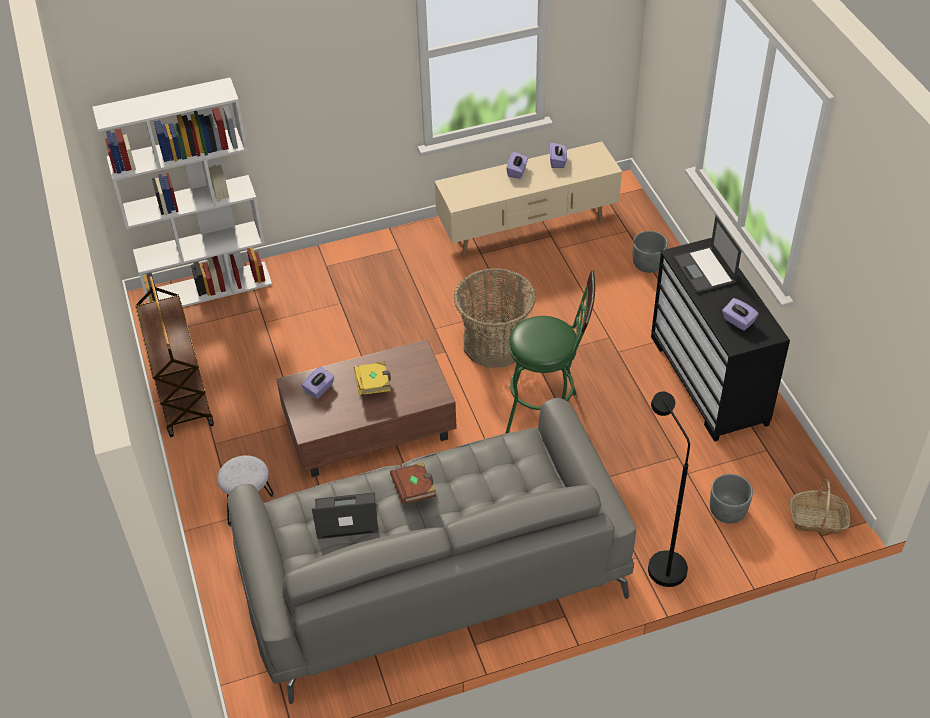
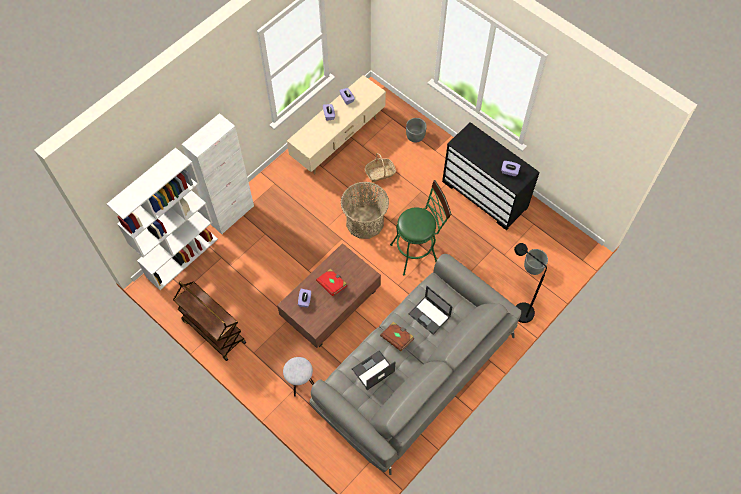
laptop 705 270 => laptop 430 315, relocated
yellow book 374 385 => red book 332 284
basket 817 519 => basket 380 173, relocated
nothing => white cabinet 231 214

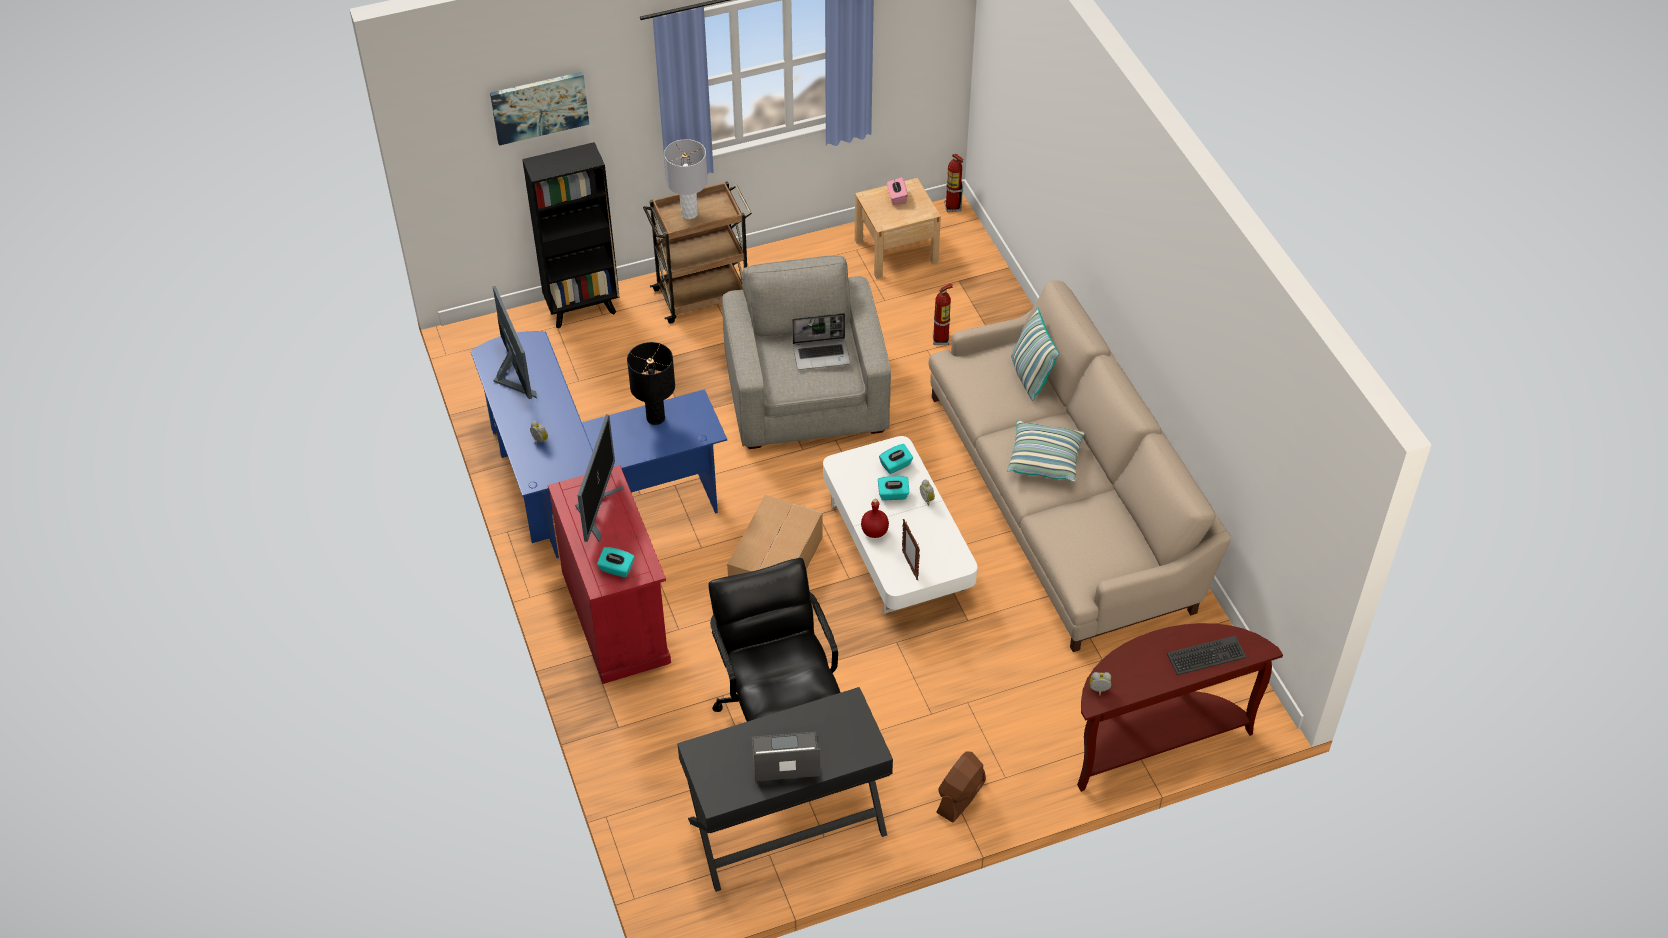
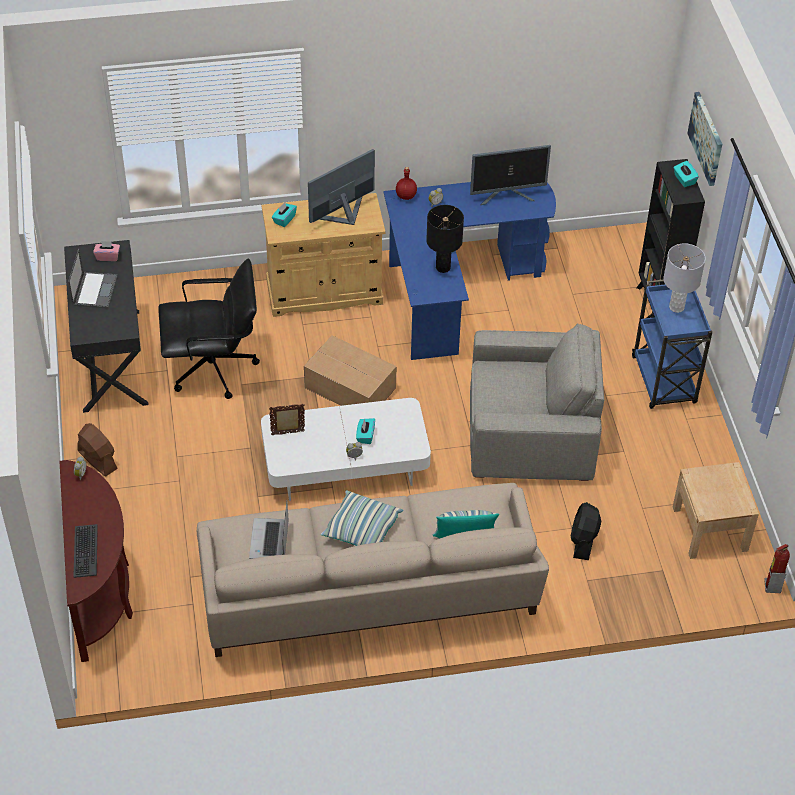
pink tissue box 896 197 => pink tissue box 107 256, relocated
brown cart 703 296 => blue cart 664 381
fire extinguisher 941 339 => black fan 583 541
laptop 822 354 => laptop 270 541, relocated
monitor 597 509 => monitor 343 215, 120 degrees clockwise
turquoise tissue box 896 465 => turquoise tissue box 684 180, relocated
red cabinet 616 616 => beige cabinet 324 292
red bottle 874 531 => red bottle 406 196, relocated

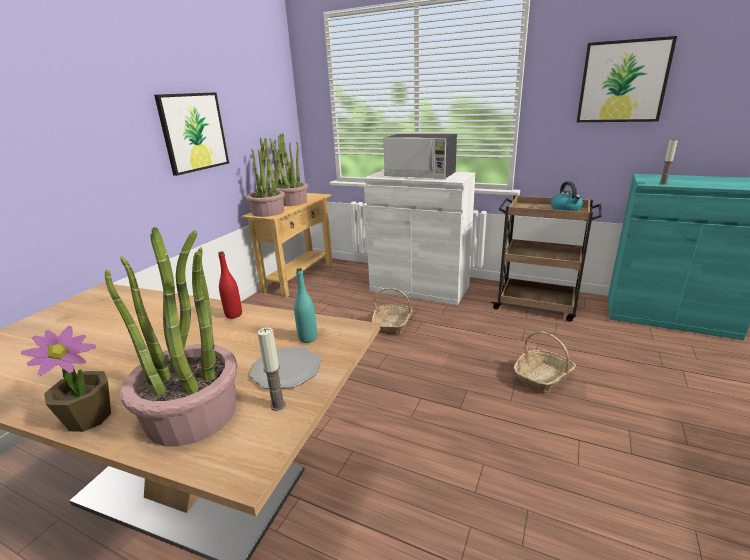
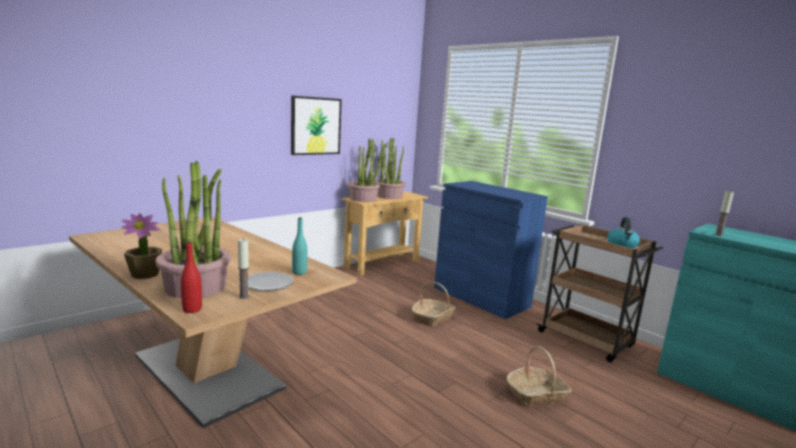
picture 623 82 => nothing
microwave 420 175 => nothing
white cabinet 419 288 => blue cabinet 481 297
red bottle 233 315 => red bottle 192 309, relocated

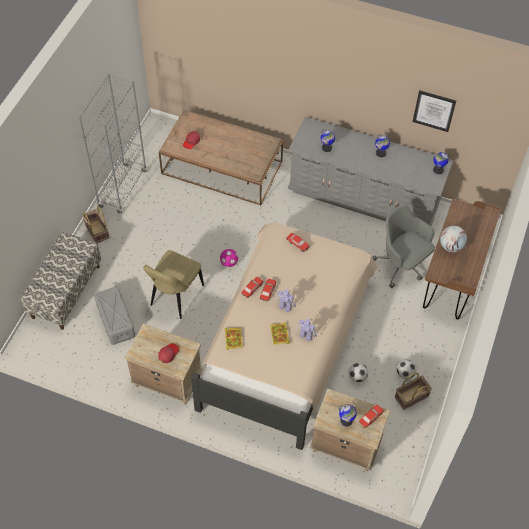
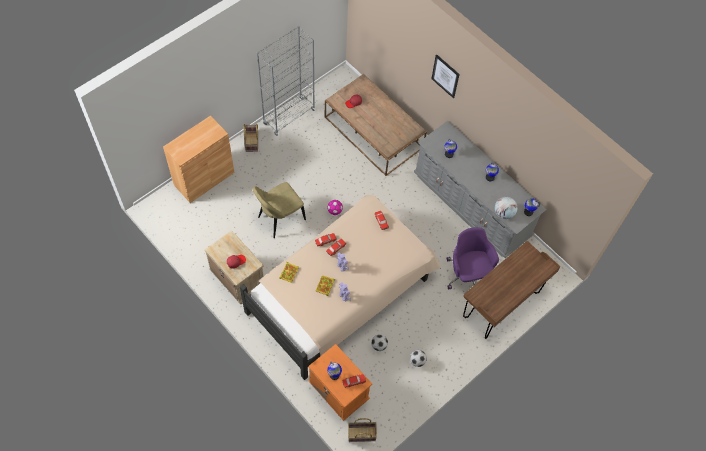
picture 434 110 => picture 445 76, relocated
grey office chair 401 265 => purple office chair 468 274
globe 451 246 => globe 503 213, relocated
bench 66 291 => brown cabinet 204 178
grey storage box 115 320 => nothing
basket 411 397 => basket 361 435, relocated
beige nightstand 345 445 => orange nightstand 338 392

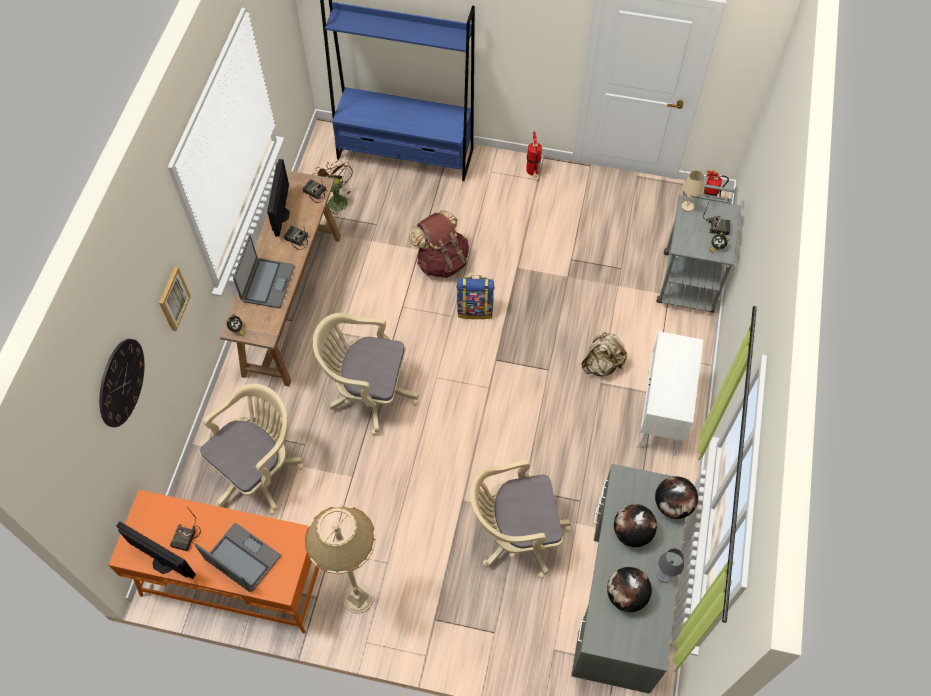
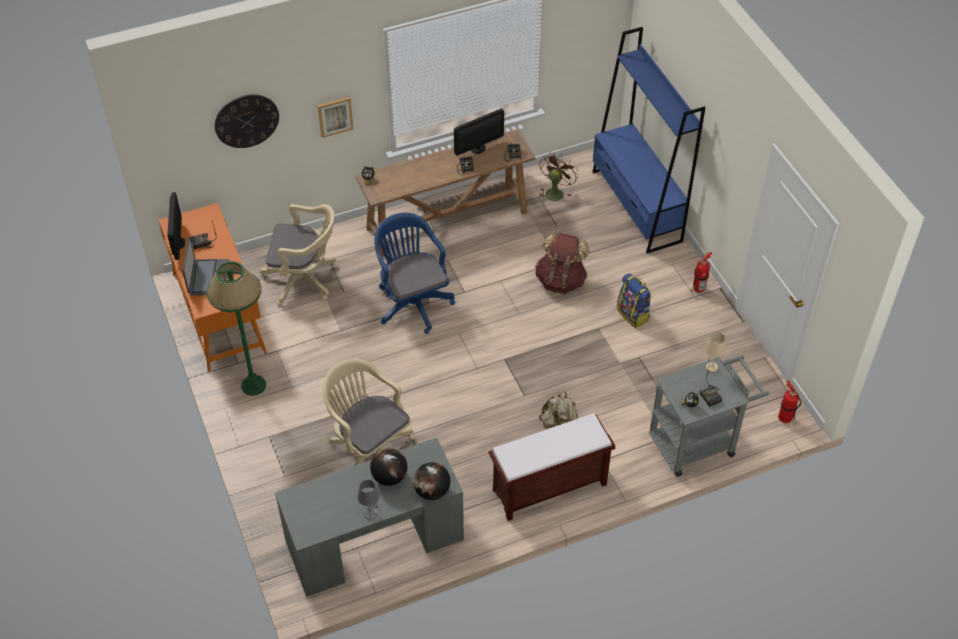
laptop 267 283 => nothing
backpack 475 309 => backpack 633 314, relocated
beige office chair 368 393 => blue office chair 412 302
white cabinet 661 414 => brown bench 548 488
beige floor lamp 358 598 => green floor lamp 254 385
globe 626 596 => nothing

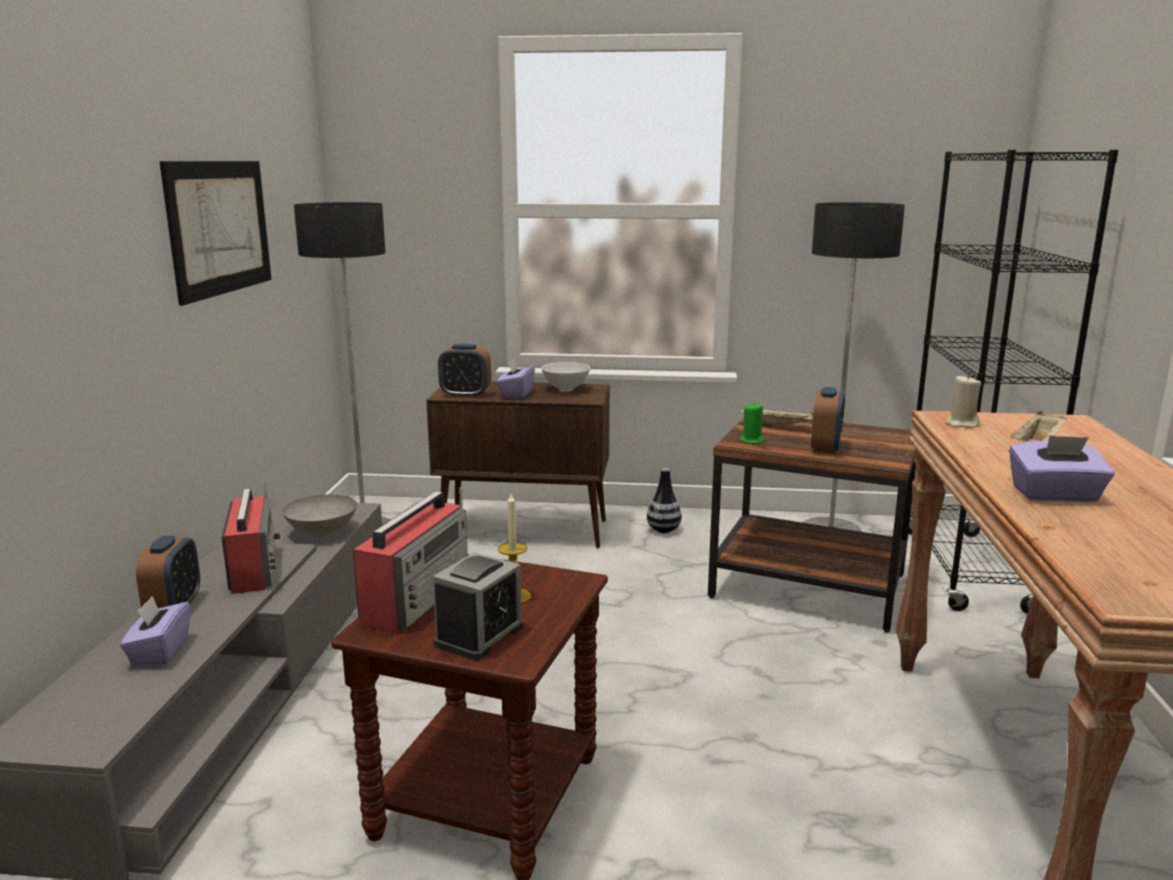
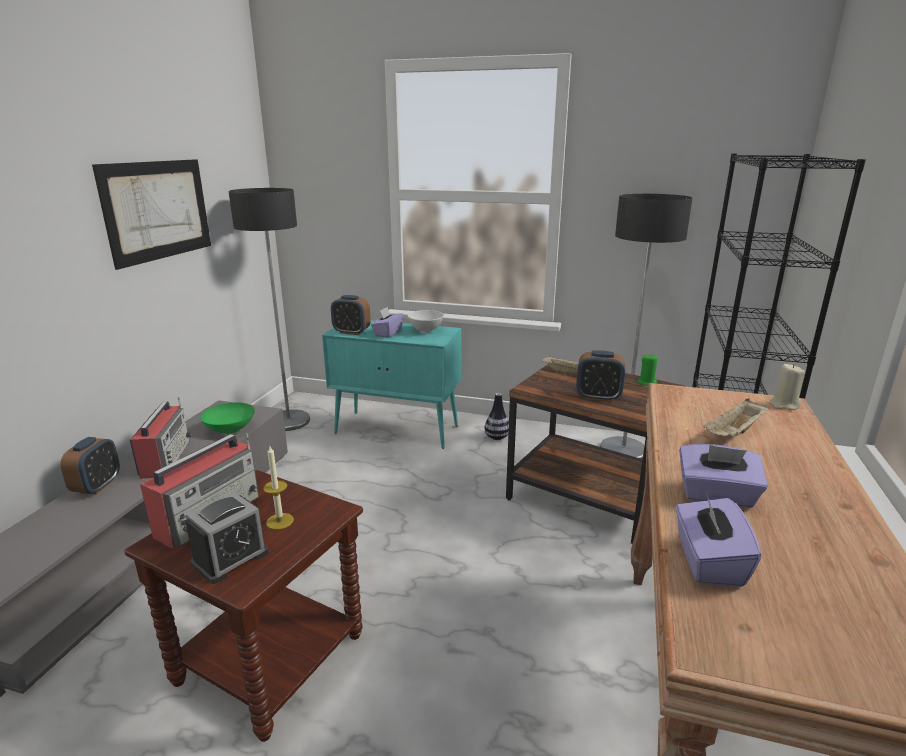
beige candle 961 424 => beige candle 783 405, relocated
brown cabinet 526 531 => turquoise cabinet 398 429
alarm clock 826 447 => alarm clock 598 397, 75 degrees clockwise
green candle 752 441 => green candle 647 382, relocated
grey bowl 321 532 => green bowl 229 430
purple tissue box 159 651 => purple tissue box 707 561, relocated

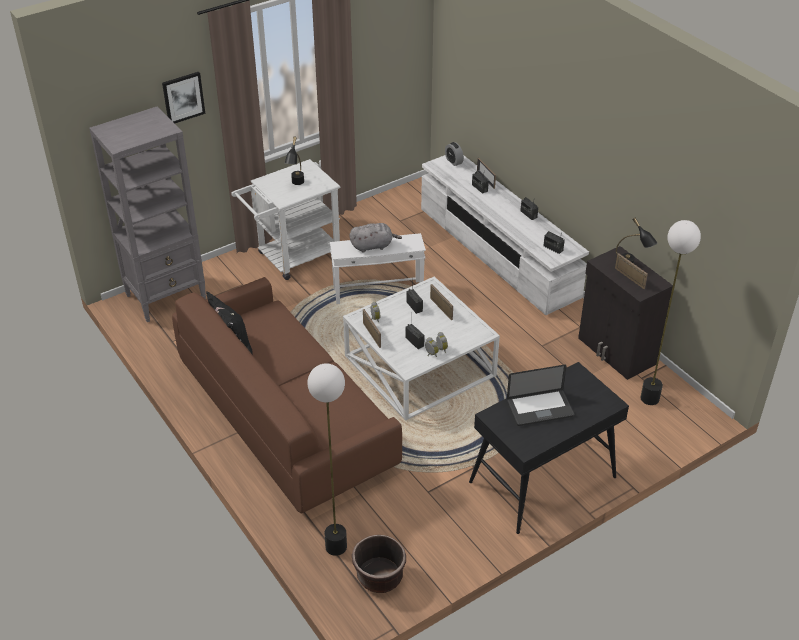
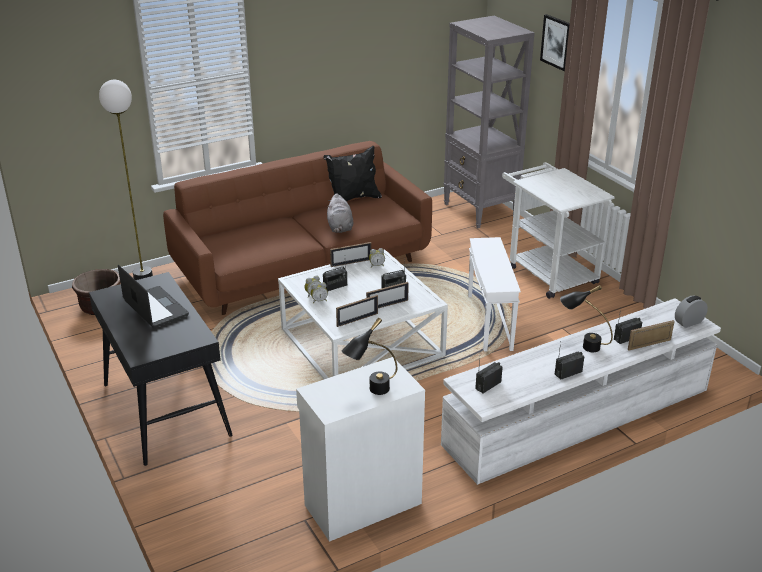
black table lamp 296 185 => black table lamp 582 346, relocated
floor lamp 649 398 => nothing
grey plush toy 373 246 => grey plush toy 340 227, relocated
black cabinet 616 352 => white cabinet 361 503
picture frame 629 278 => picture frame 357 319, relocated
laptop 540 409 => laptop 155 308, 150 degrees clockwise

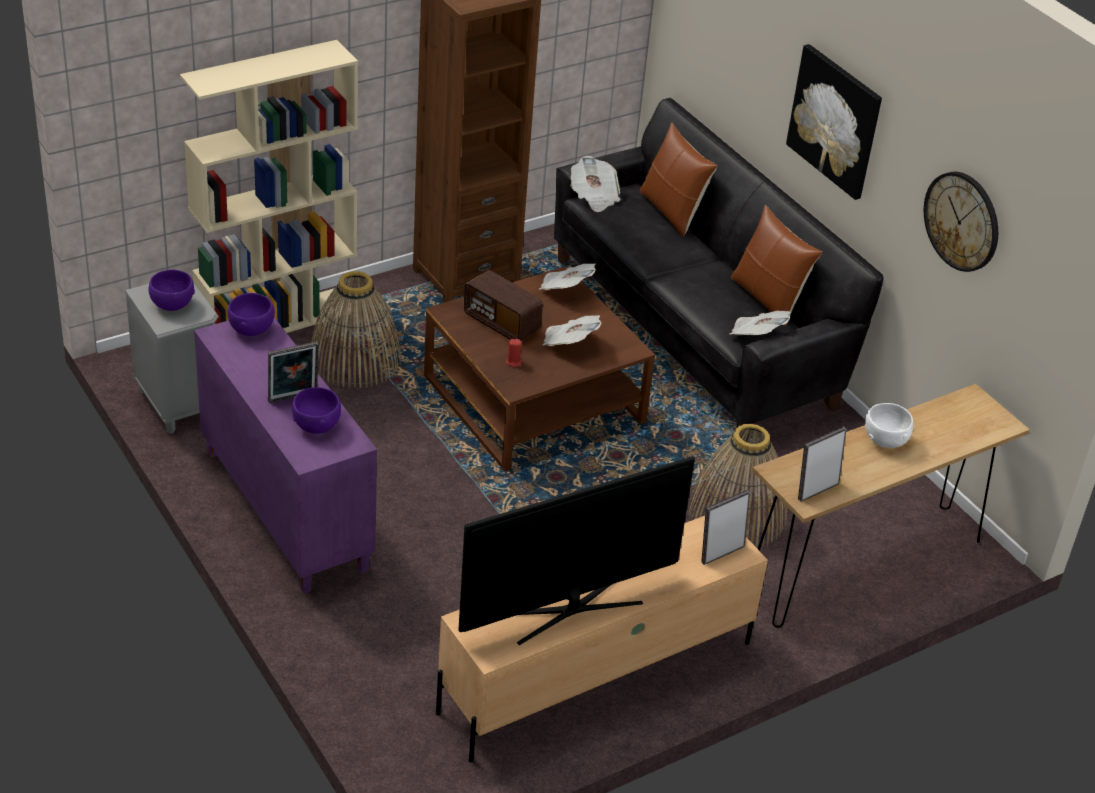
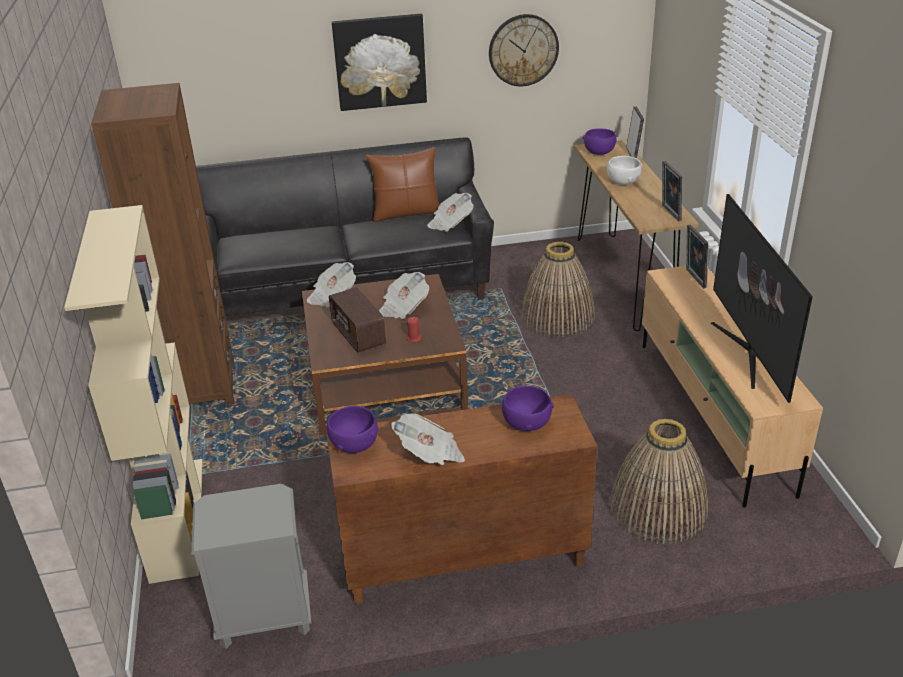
brown pillow 672 211 => nothing
newspaper 594 196 => newspaper 430 455, relocated
purple bowl 172 304 => purple bowl 599 152, relocated
radio 501 323 => radio 358 335, 90 degrees clockwise
basket 355 359 => basket 658 508, relocated
purple cabinet 283 509 => brown cabinet 462 560
picture frame 293 398 => picture frame 633 154, relocated

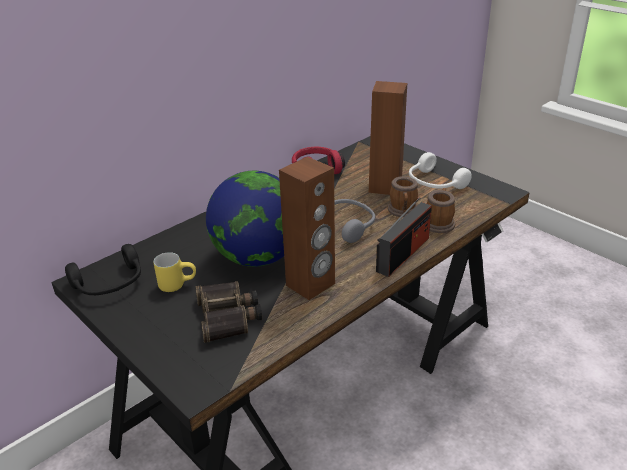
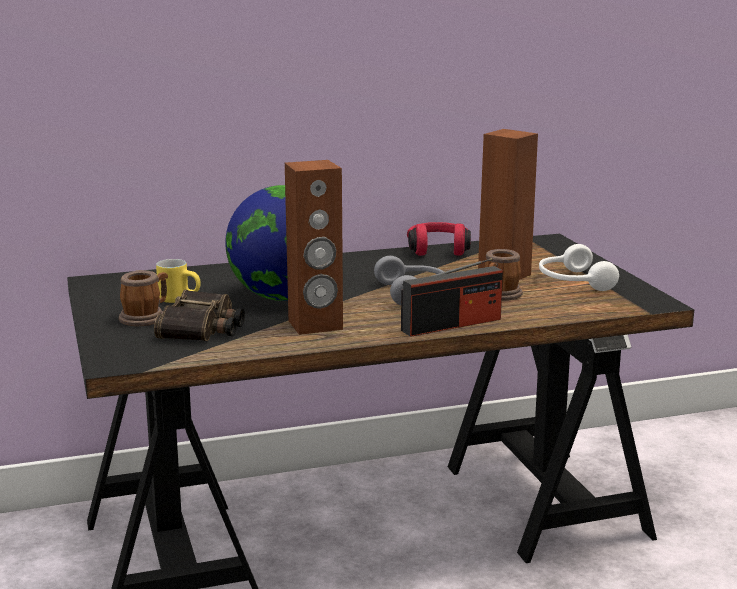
mug 439 222 => mug 146 317, relocated
black headphones 110 284 => nothing

